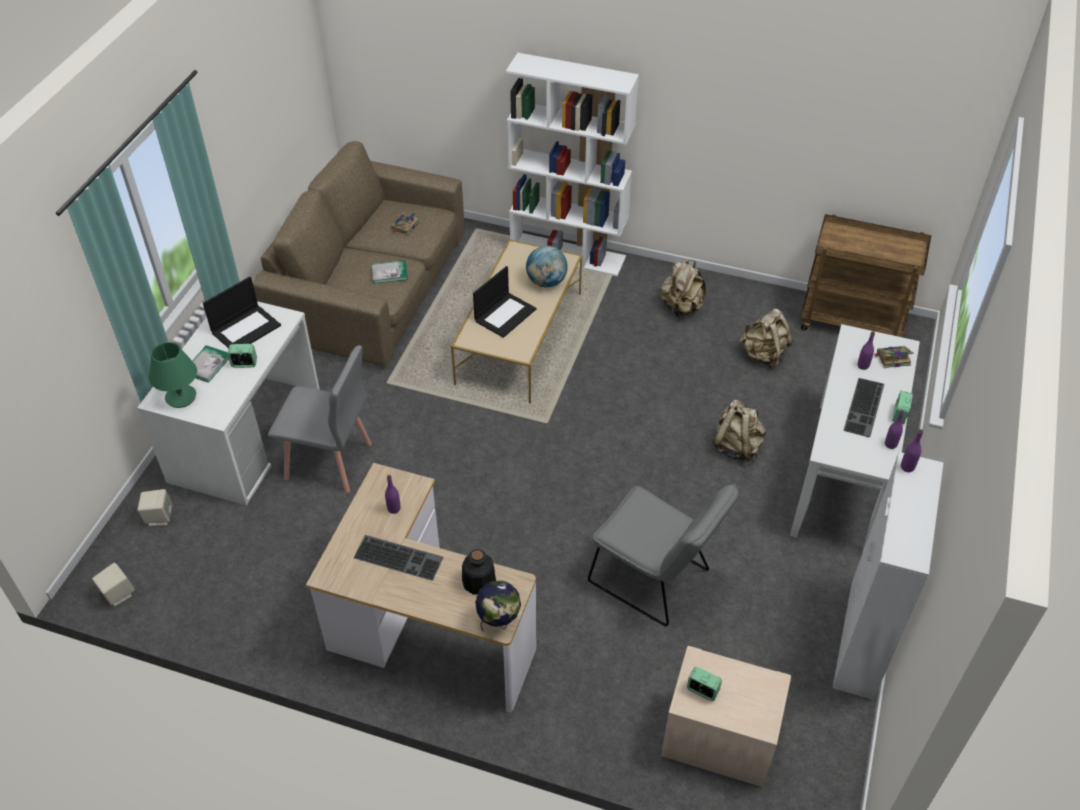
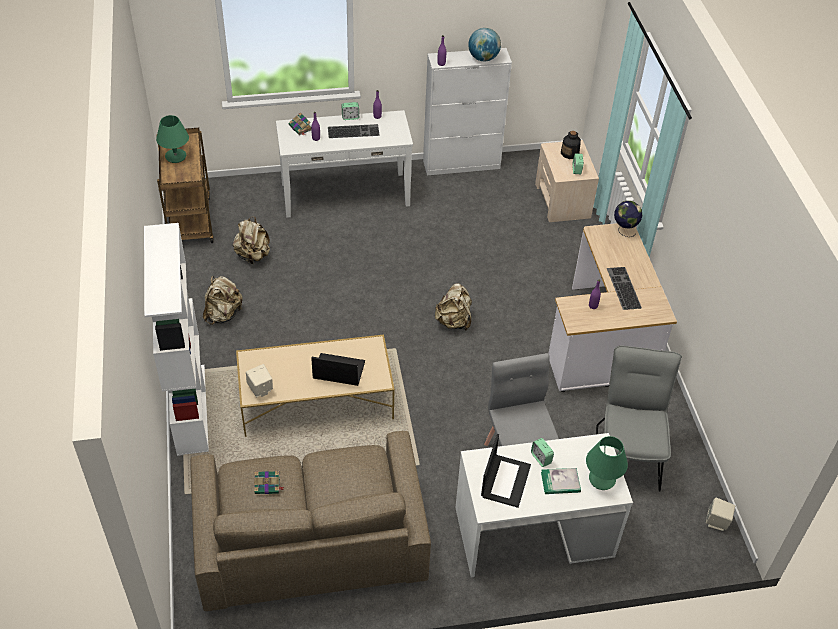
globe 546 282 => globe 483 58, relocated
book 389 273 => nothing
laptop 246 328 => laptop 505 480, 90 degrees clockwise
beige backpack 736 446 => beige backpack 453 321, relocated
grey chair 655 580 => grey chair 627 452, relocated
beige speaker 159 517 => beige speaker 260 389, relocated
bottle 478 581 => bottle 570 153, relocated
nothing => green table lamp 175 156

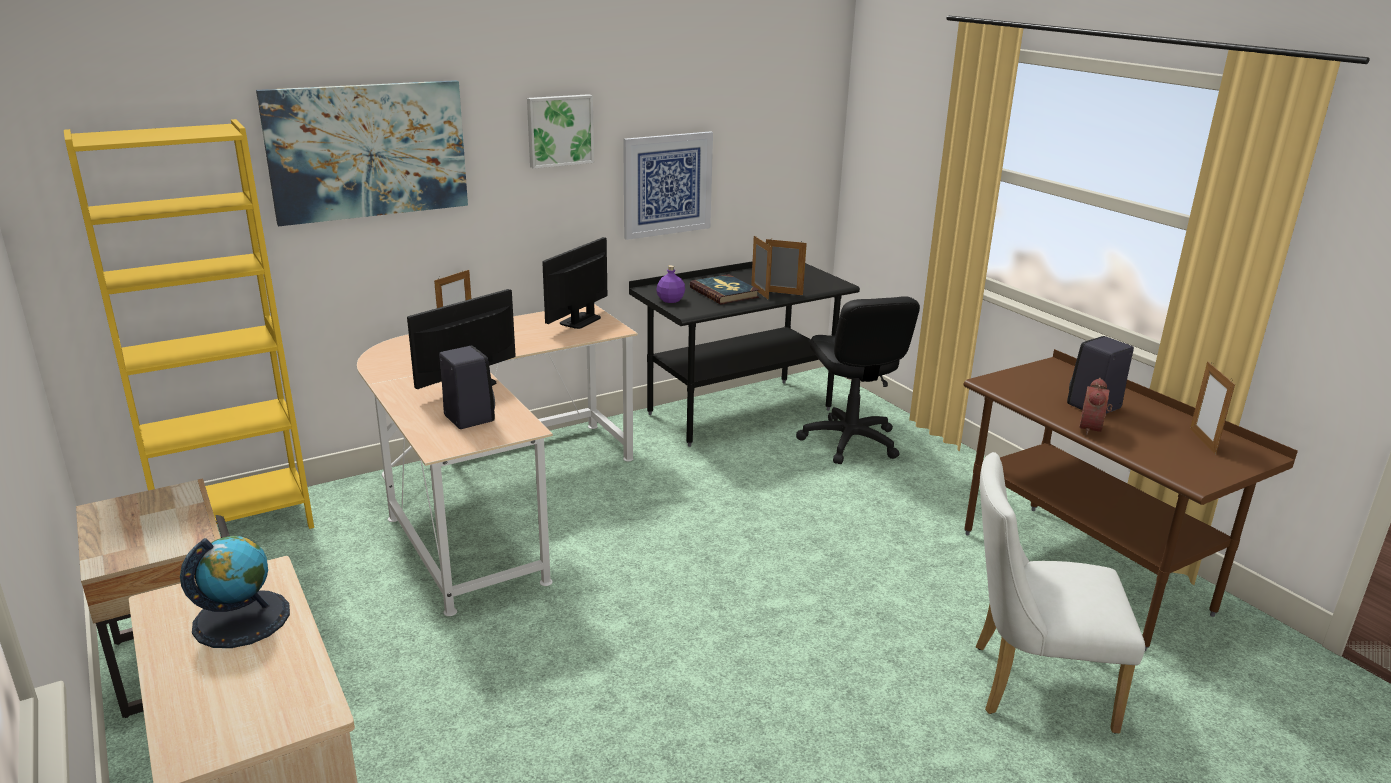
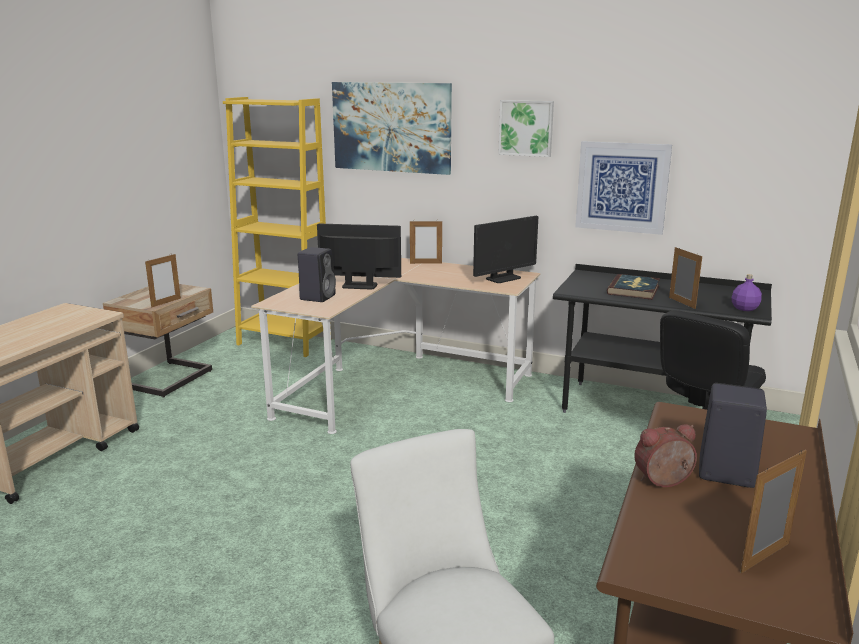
picture frame 759 293 => picture frame 166 302, relocated
monitor 580 321 => monitor 503 278, 150 degrees clockwise
purple bottle 671 300 => purple bottle 745 308, relocated
globe 241 618 => nothing

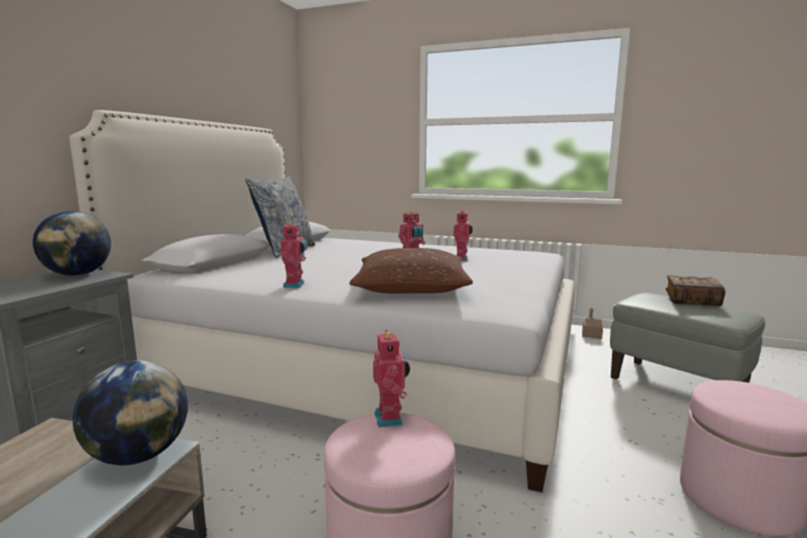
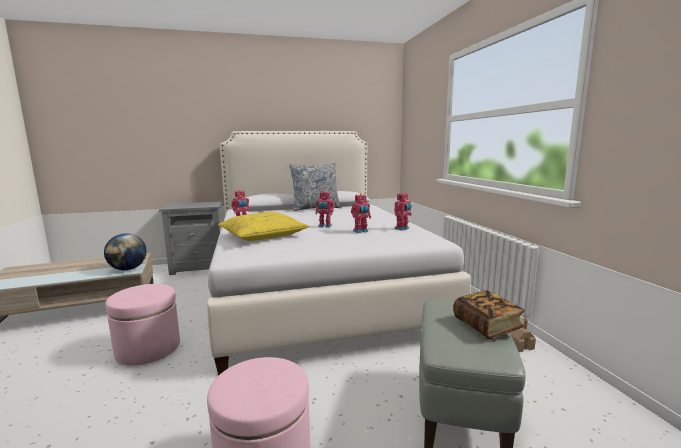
globe 78 274 => nothing
brown pillow 411 287 => yellow pillow 262 236
toy robot 391 418 => toy robot 402 229, relocated

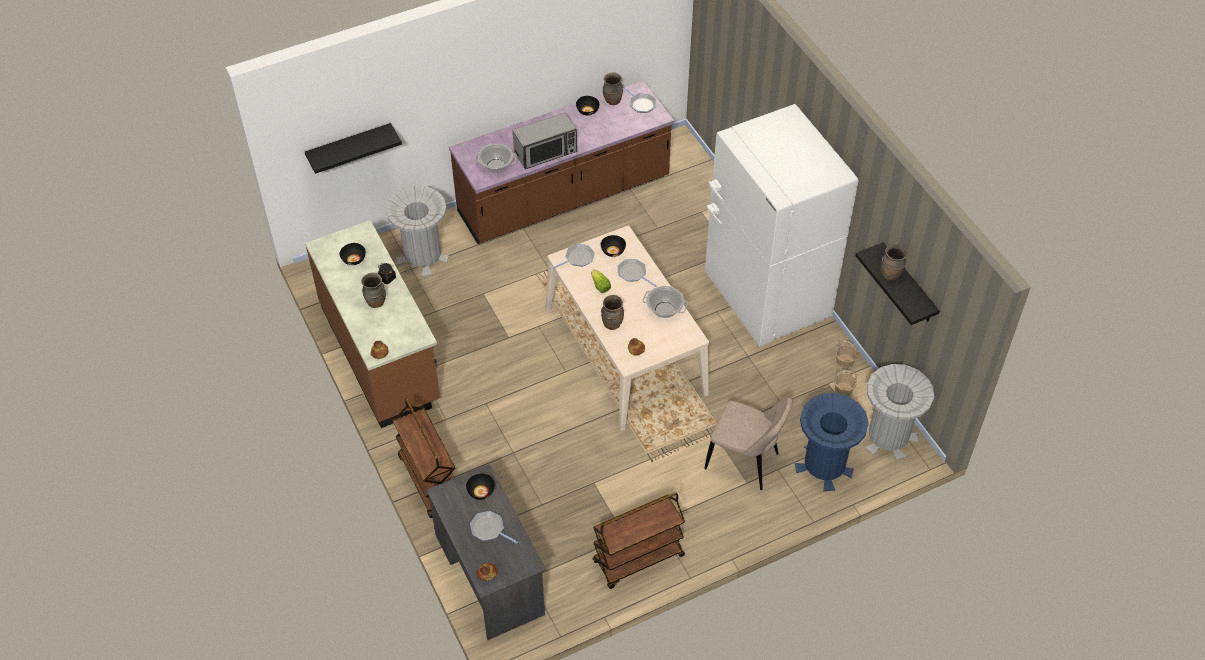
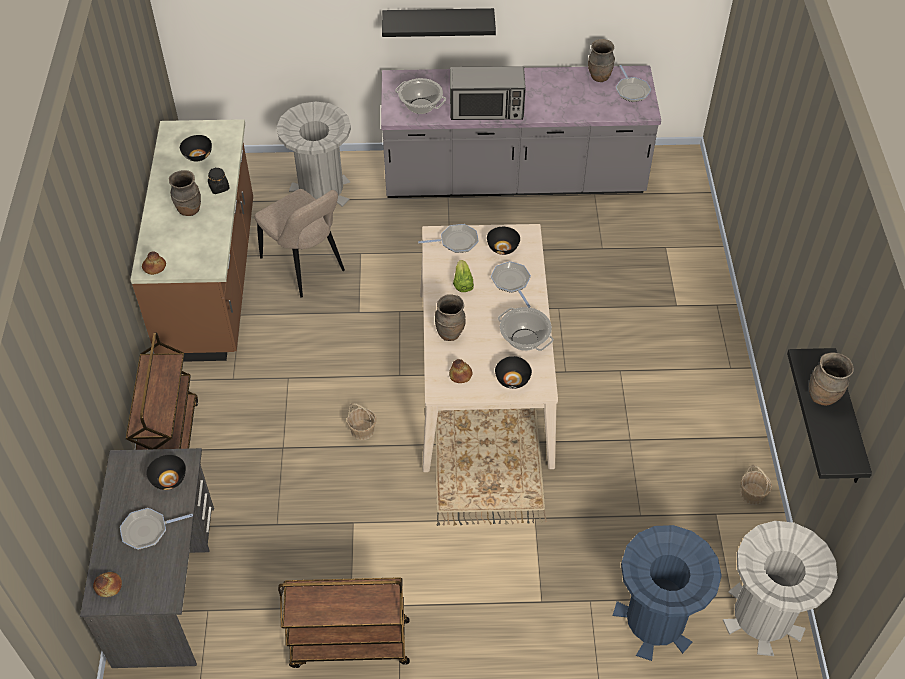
brown counter 564 197 => grey counter 514 178
black bowl 588 111 => black bowl 513 380, relocated
white fridge 766 297 => nothing
black shelf 349 146 => black shelf 438 22, relocated
basket 843 390 => basket 362 430, relocated
beige chair 745 462 => beige chair 305 267, relocated
frying pan 489 529 => frying pan 147 530, 75 degrees counterclockwise

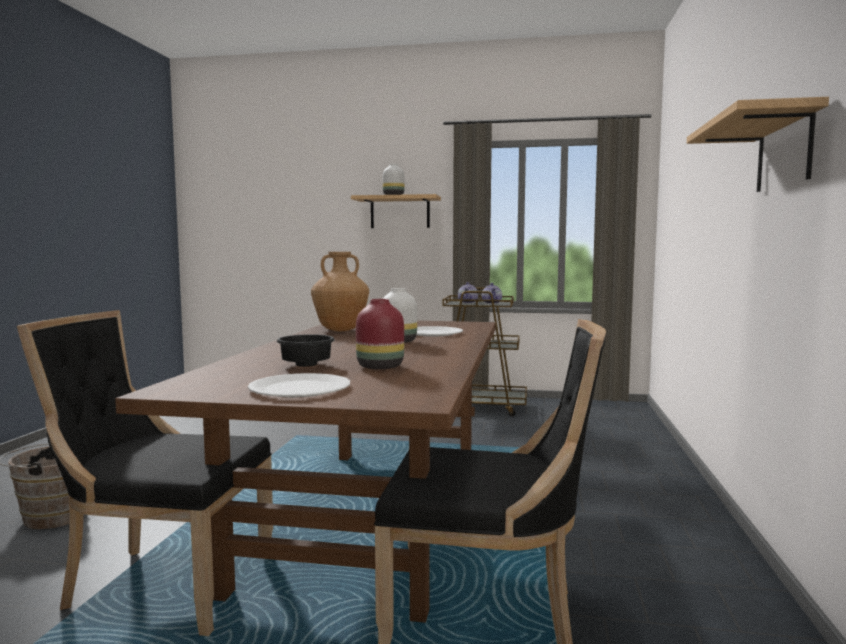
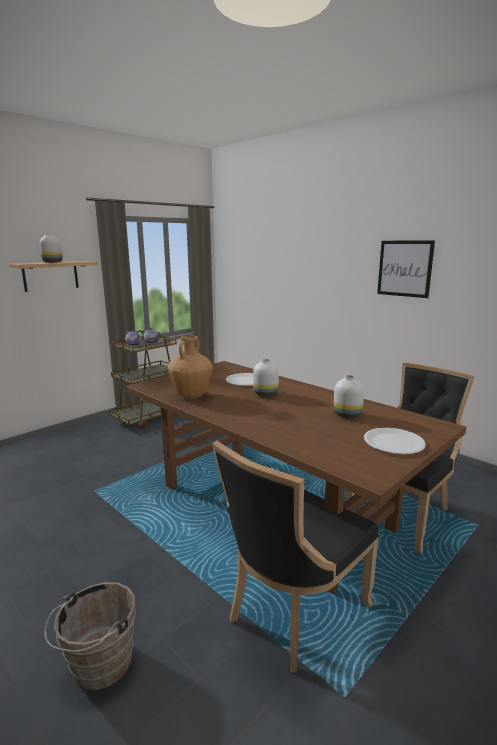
shelf 784 152 => picture 404 268
red vase 381 367 => white vase 348 414
black bowl 304 365 => nothing

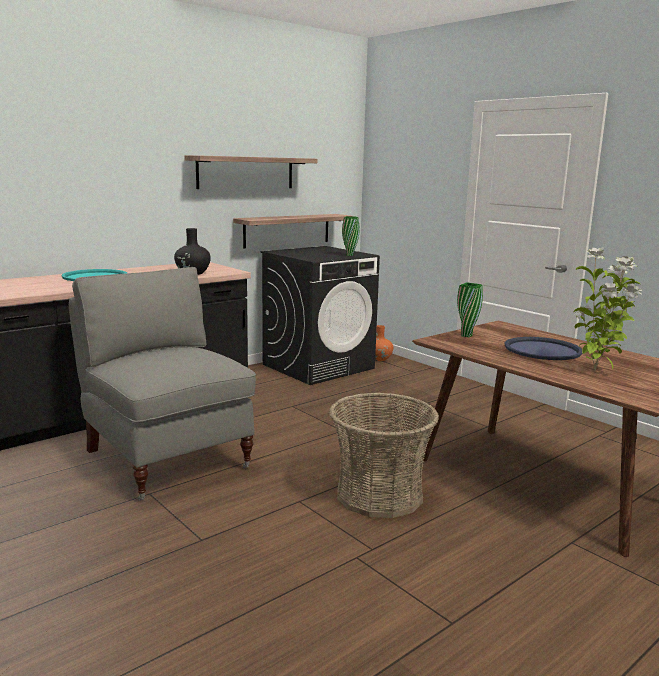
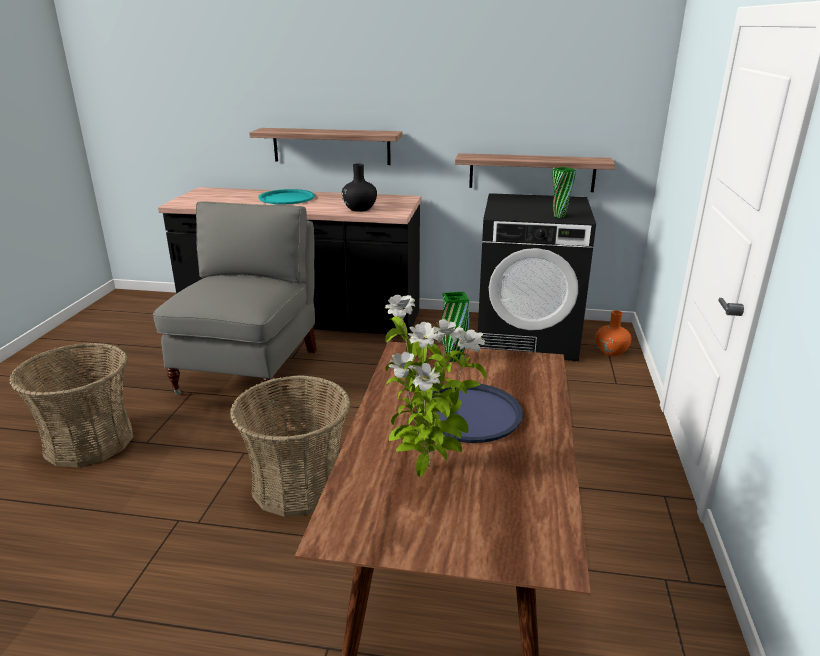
shelf 246 172 => shelf 331 146, relocated
nothing => basket 89 441

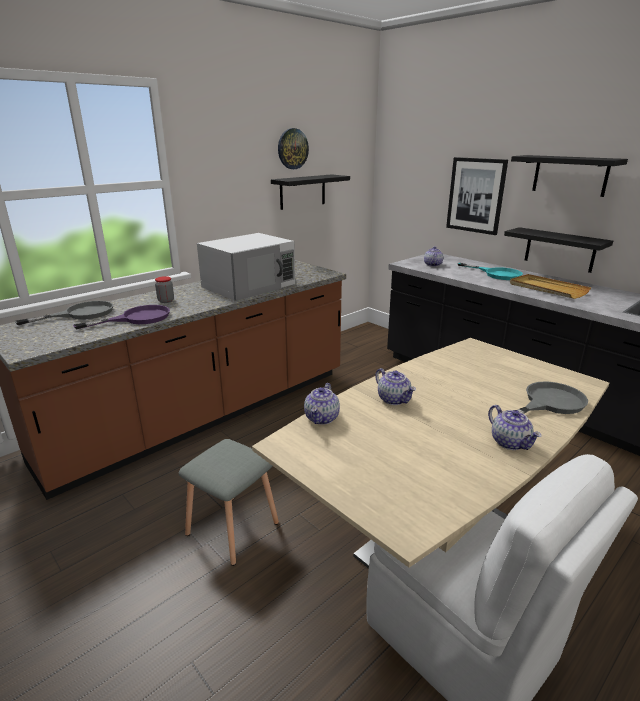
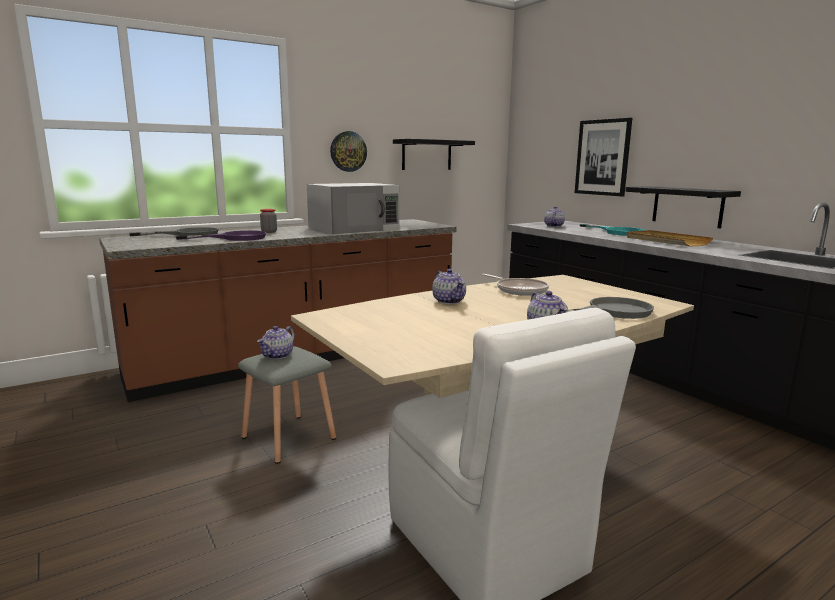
wall clock 292 149 => wall clock 348 151, relocated
black shelf 570 175 => nothing
teapot 322 418 => teapot 277 355, relocated
nothing => frying pan 519 290

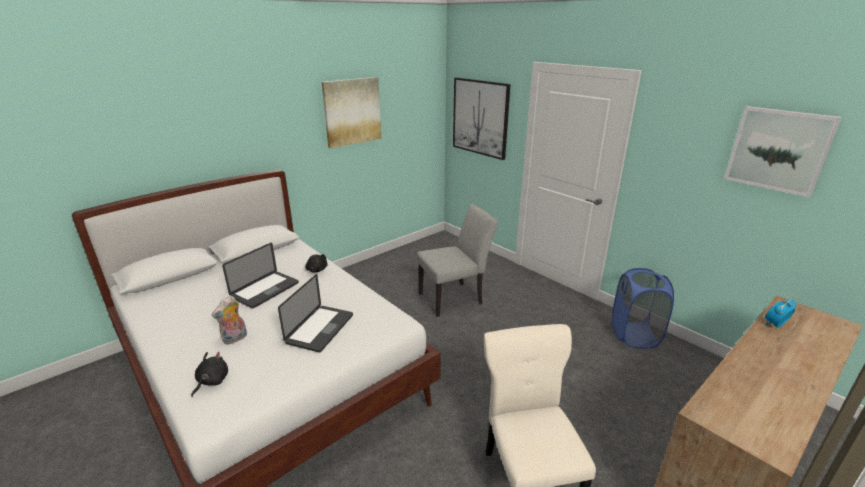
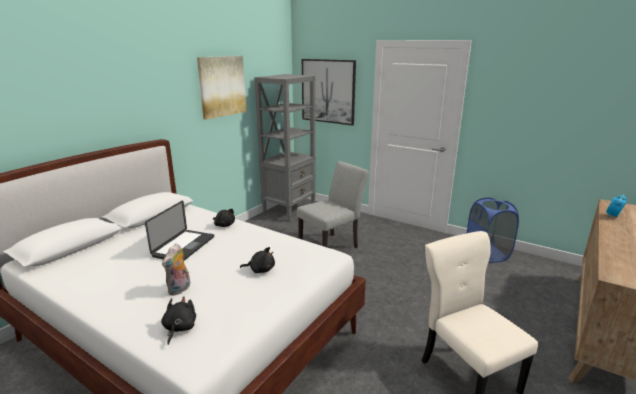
picture 778 150 => nothing
laptop 320 329 => black plush toy 260 270
nothing => grey bookcase 289 210

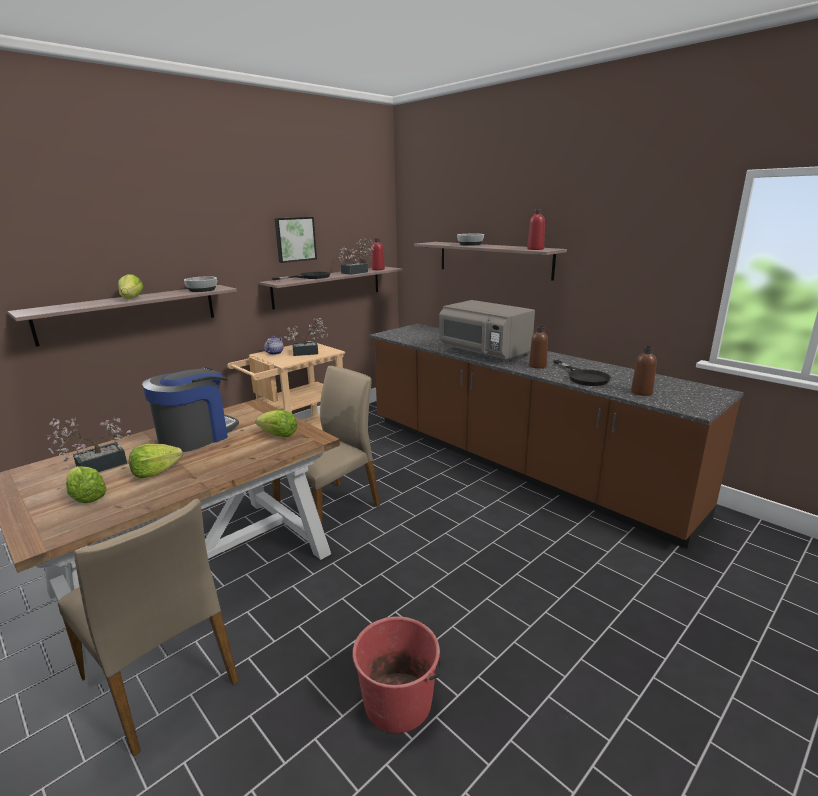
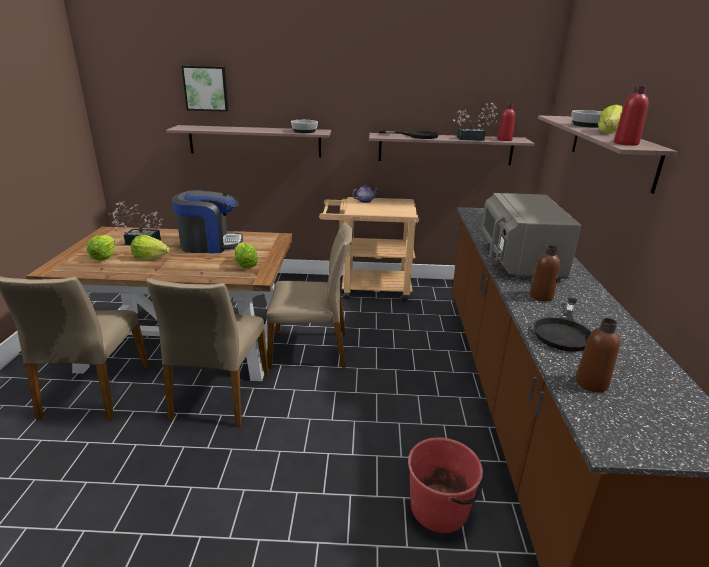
picture 295 239 => picture 206 88, relocated
lettuce 132 299 => lettuce 608 133, relocated
potted plant 309 352 => nothing
red bucket 398 701 => red bucket 440 508, relocated
nothing => beige chair 219 395

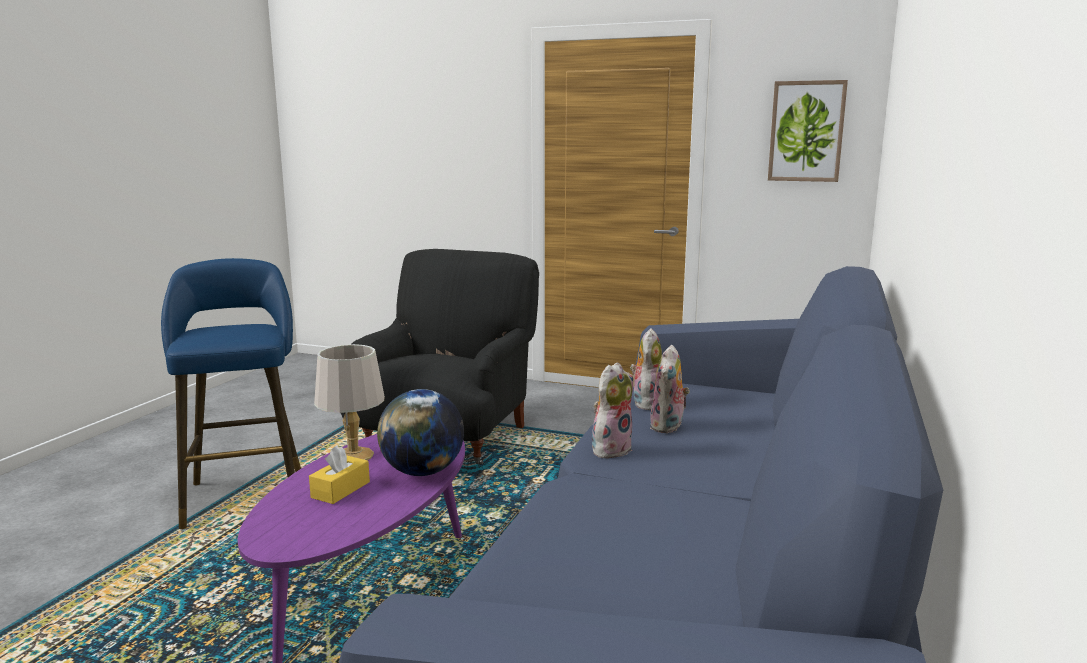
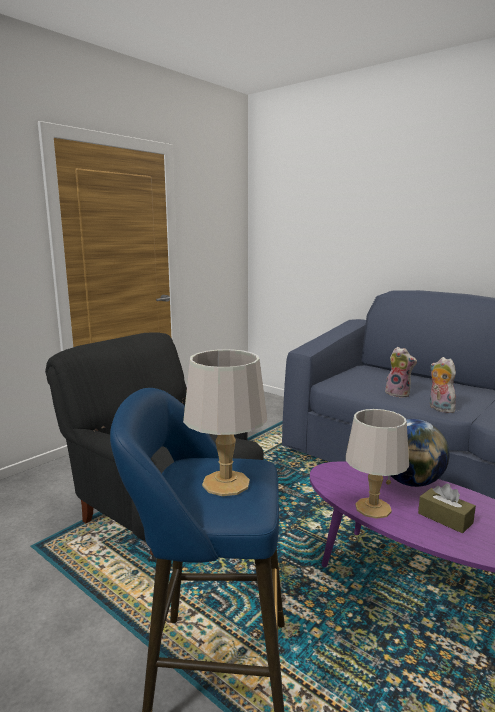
picture 806 131 => nothing
plush toy 646 403 => nothing
yellow tissue box 340 490 => brown tissue box 445 518
nothing => grey table lamp 225 484

